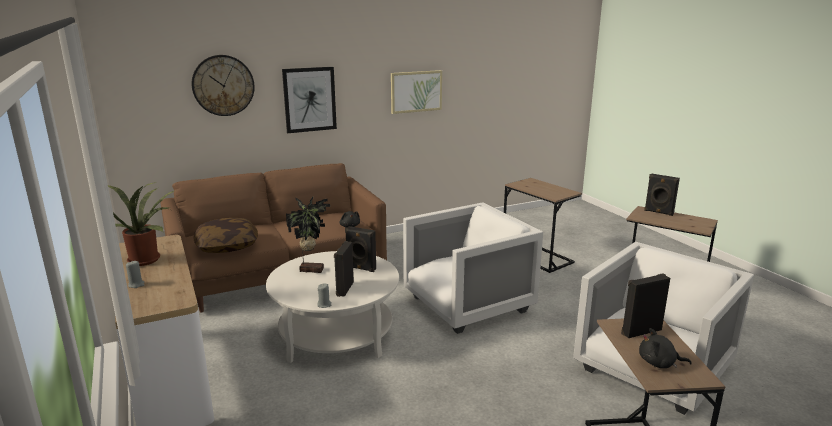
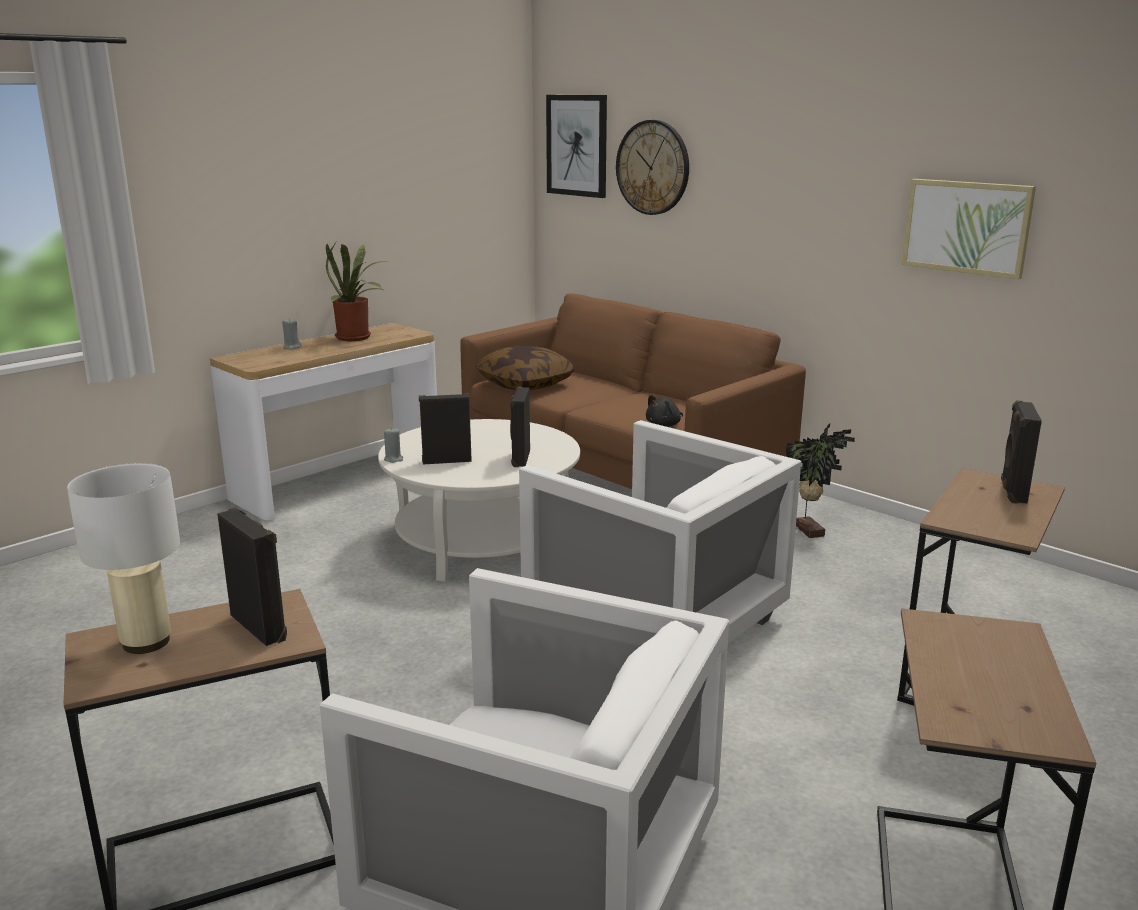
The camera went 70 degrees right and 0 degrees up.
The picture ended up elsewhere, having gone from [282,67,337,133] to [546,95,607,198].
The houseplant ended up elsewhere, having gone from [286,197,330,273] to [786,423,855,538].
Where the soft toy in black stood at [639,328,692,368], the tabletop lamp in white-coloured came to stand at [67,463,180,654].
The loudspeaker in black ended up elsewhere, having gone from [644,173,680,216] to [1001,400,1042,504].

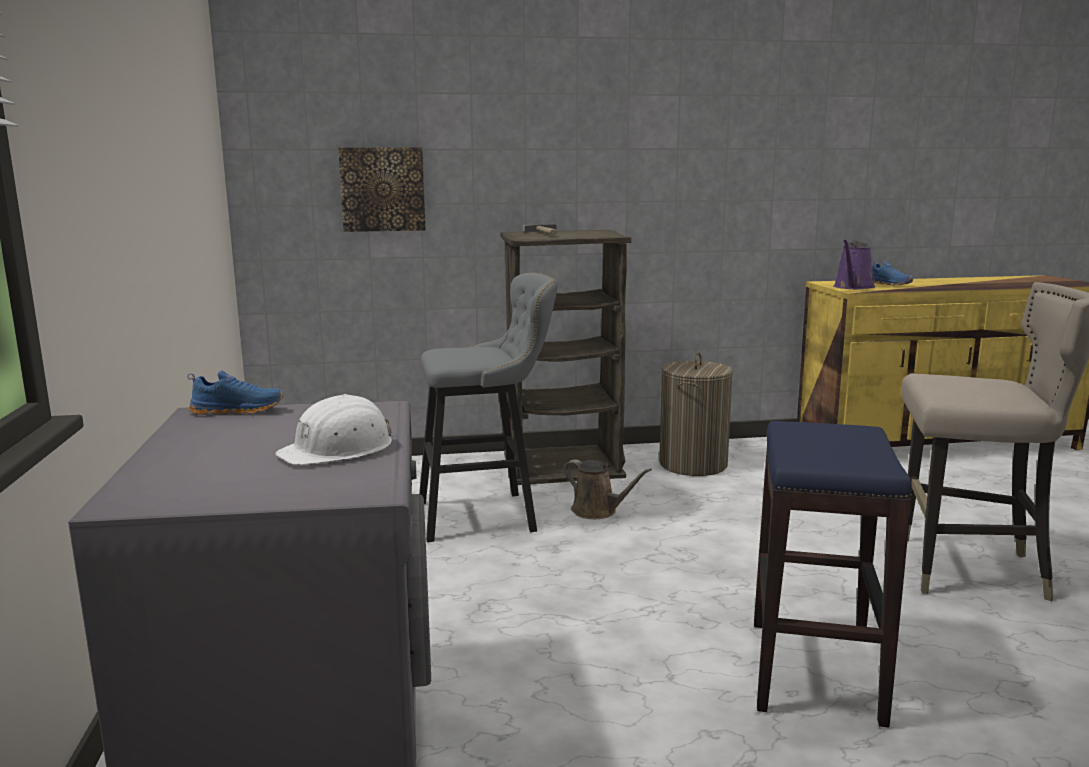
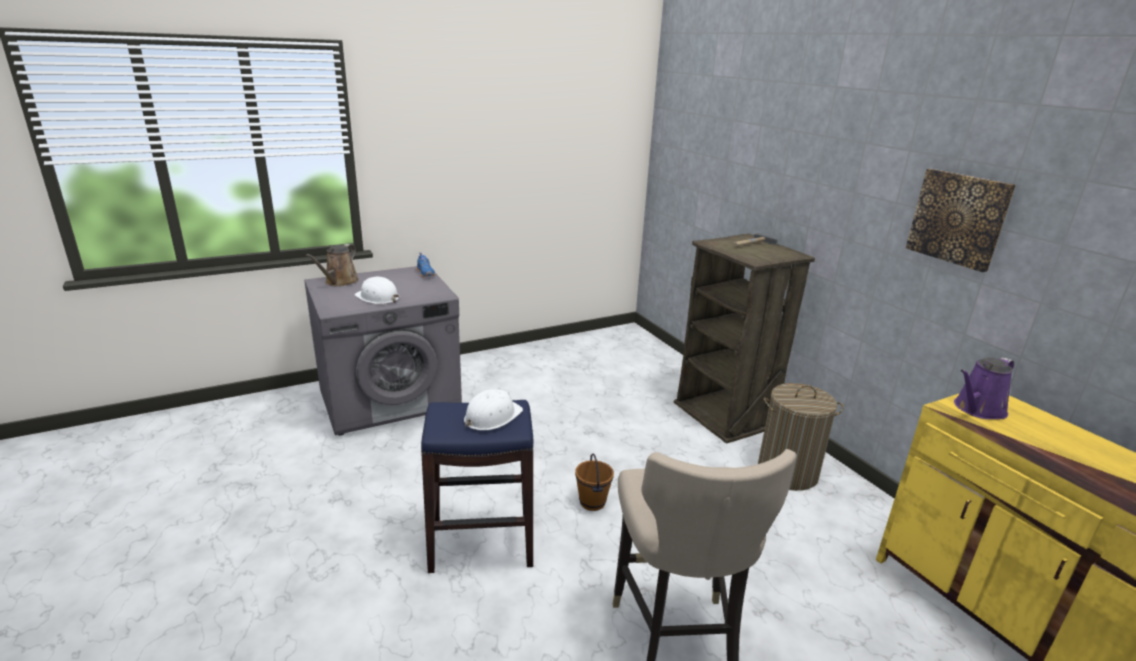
The camera went 70 degrees right and 10 degrees up.
The picture ended up elsewhere, having gone from [338,147,425,232] to [906,169,1016,272].
The second view lost the sitting stool in gray at [419,272,557,542].
The watering can in brownish ended up elsewhere, having gone from [563,459,652,519] to [306,244,359,287].
The watering can in purple-coloured at [833,240,875,289] ended up facing another way, 45 degrees counterclockwise from before.
The second view lost the low shoe in bluish at [872,261,913,286].
The second view gained the hard hat in white-coloured at [464,389,523,430].
The second view gained the pail in brownish at [575,453,614,511].

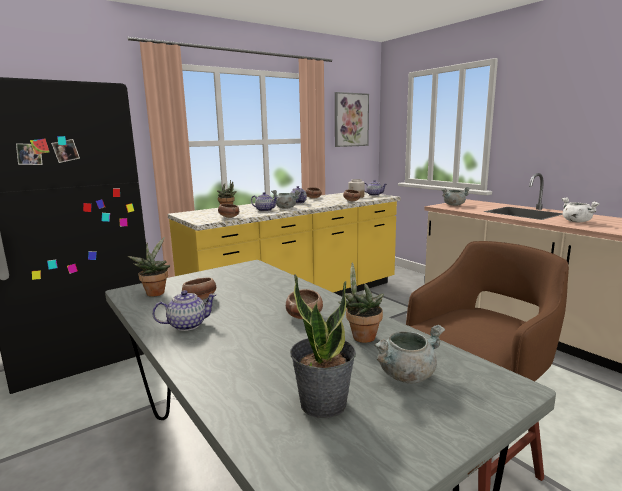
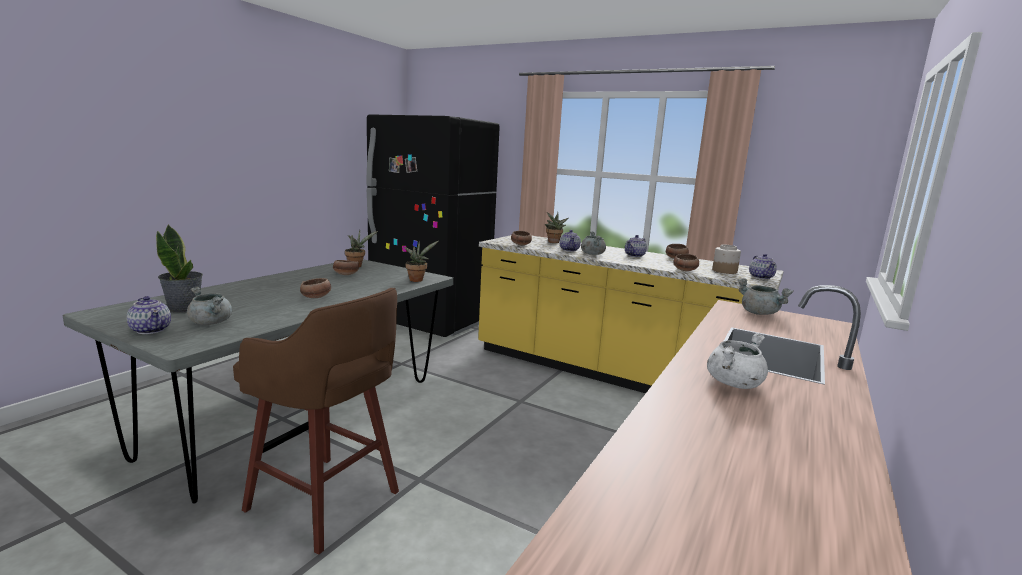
The camera went 65 degrees right and 0 degrees up.
The teapot ended up elsewhere, having gone from [152,290,217,331] to [127,296,171,334].
The second view lost the picture at [335,92,369,147].
The houseplant ended up elsewhere, having gone from [338,262,384,343] to [404,240,439,282].

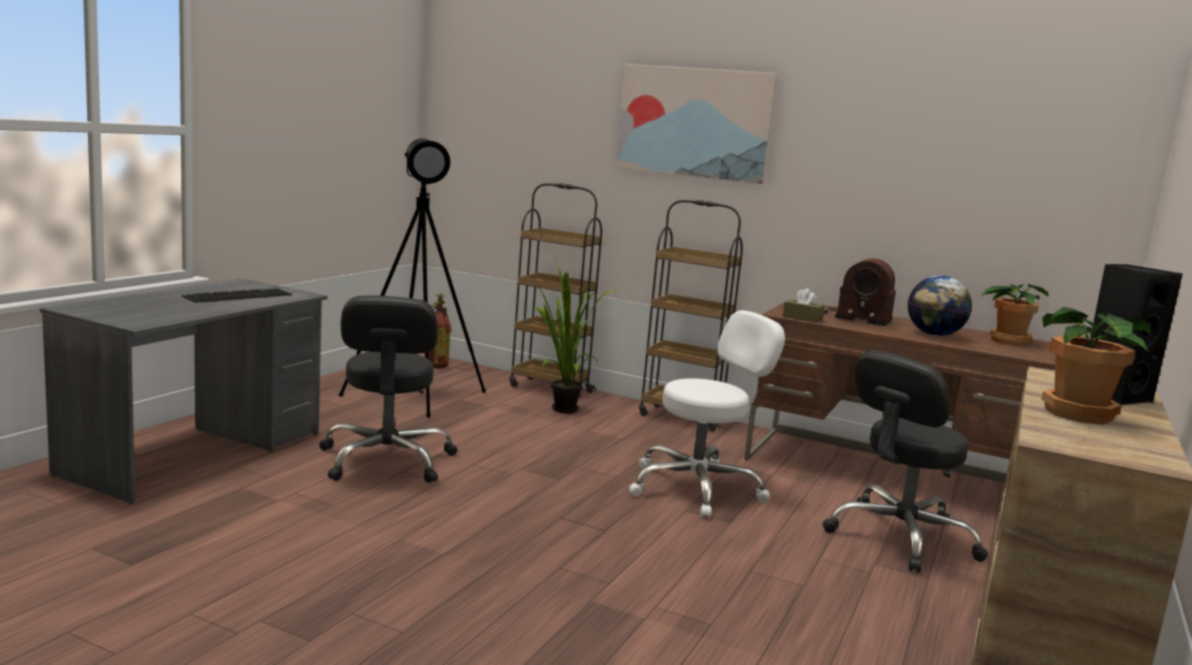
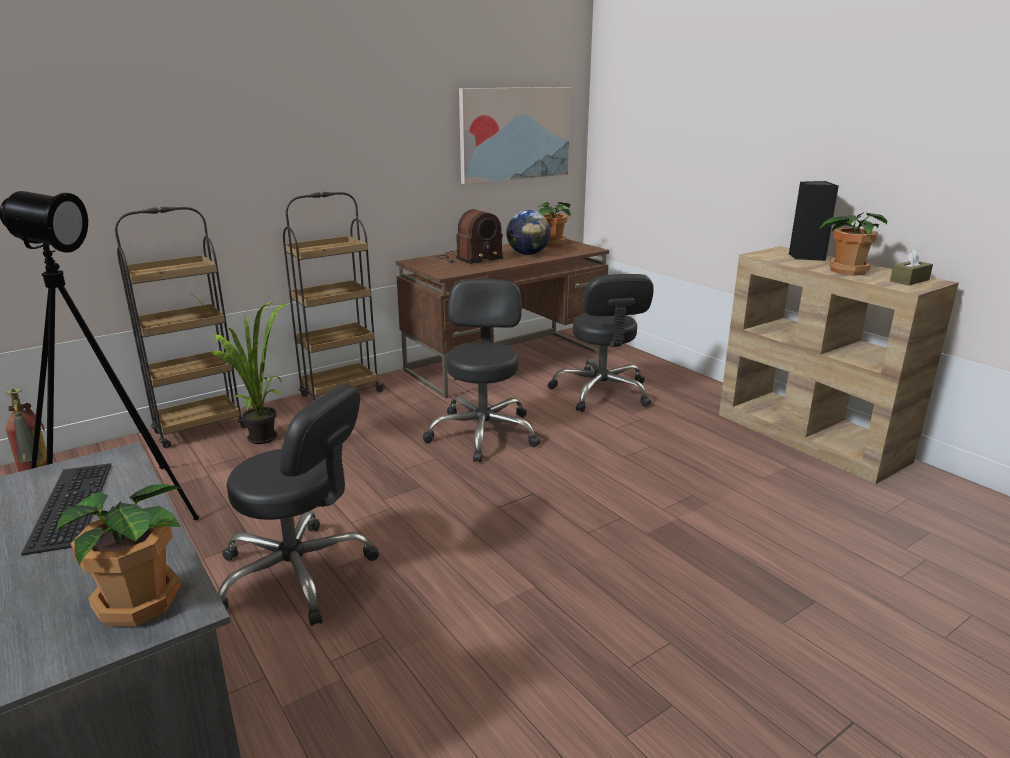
The camera went 60 degrees left and 10 degrees up.
The picture ended up elsewhere, having gone from [615,64,778,184] to [459,87,571,184].
What was the office chair in white-coloured at [629,310,785,518] turned into the office chair in black at [423,279,540,462].
The tissue holder in brownish ended up elsewhere, having gone from [783,288,825,323] to [890,248,933,285].
The second view gained the houseplant at [56,484,184,627].

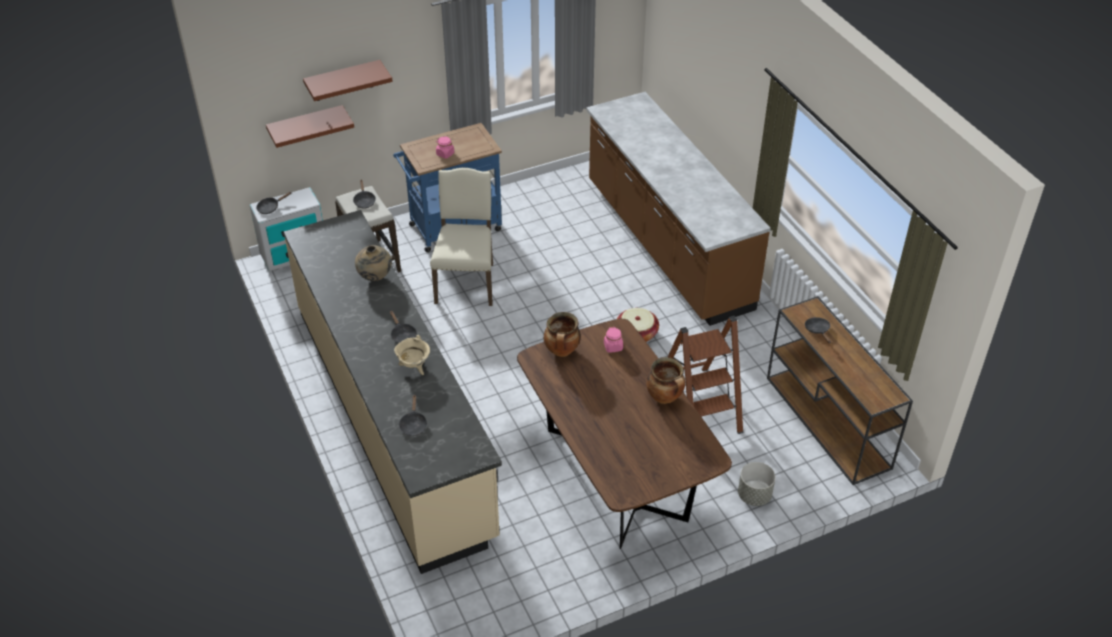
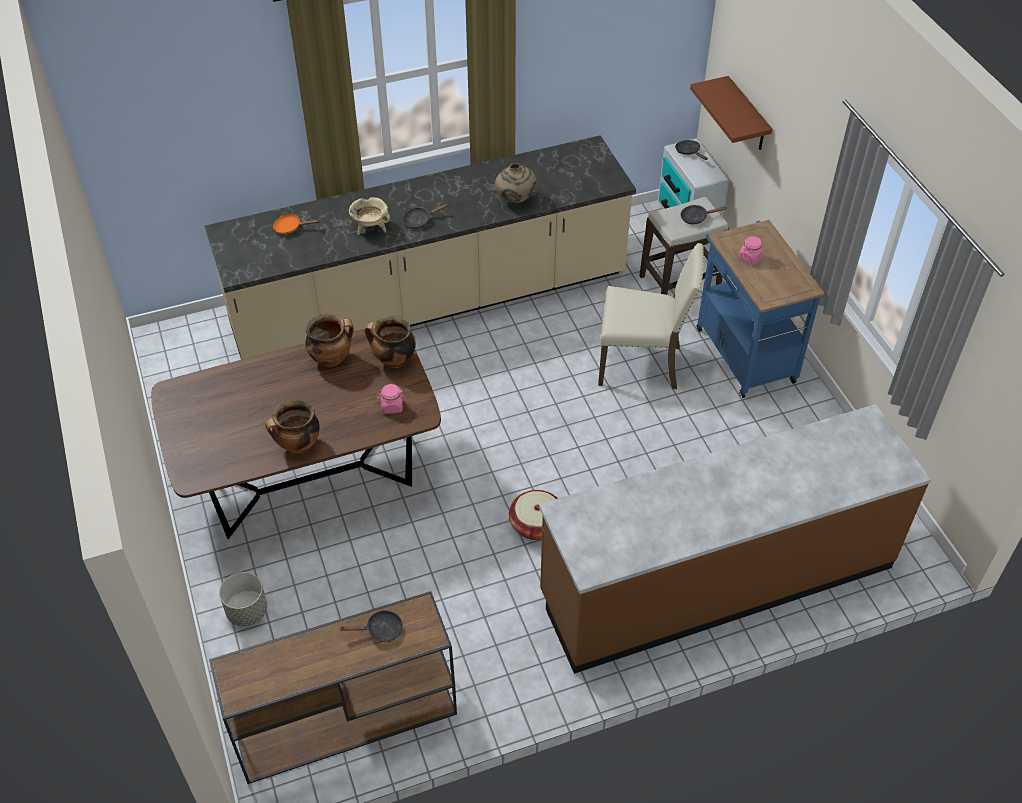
The camera went 95 degrees right and 5 degrees up.
The second view lost the bracket shelf in brownish at [303,60,393,101].
What was the frying pan in black at [399,394,428,436] turned into the frying pan in orangey at [273,214,320,234].
The second view lost the step ladder in brownish at [668,316,744,434].
The second view gained the saucepot at [306,314,354,367].

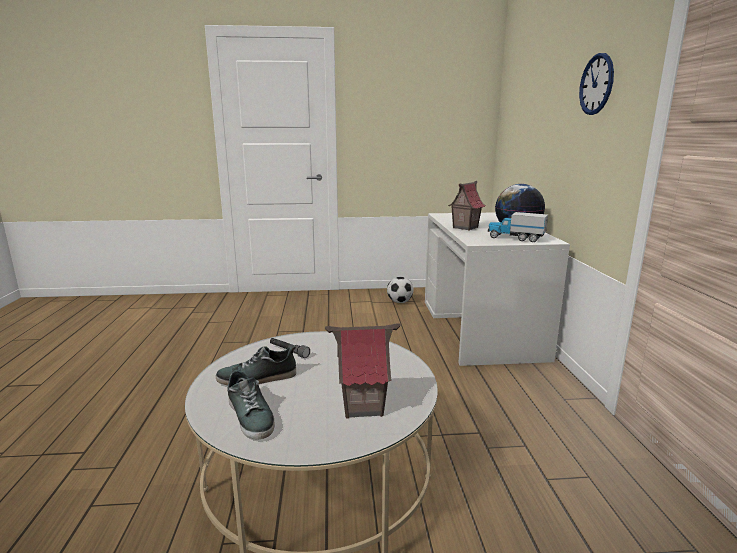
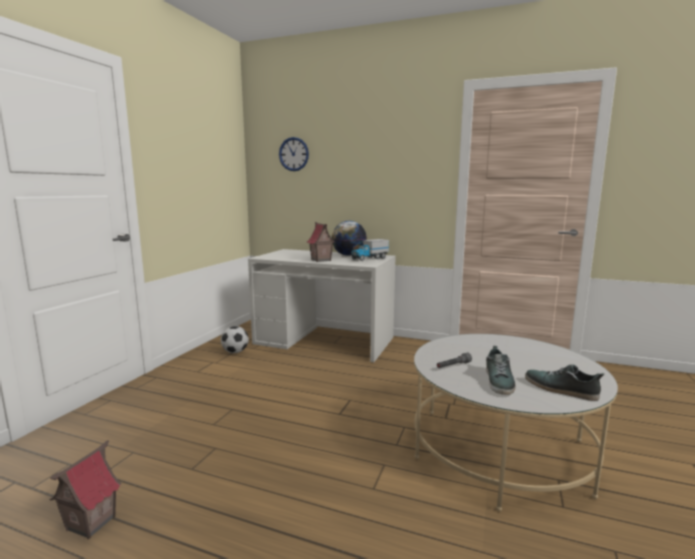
The camera went 65 degrees left and 5 degrees down.
The low shoe at [227,366,275,440] ended up facing another way, 135 degrees counterclockwise from before.
The miniature house ended up elsewhere, having gone from [325,323,400,419] to [49,440,122,539].
The wall clock ended up elsewhere, having gone from [579,53,614,115] to [279,137,309,171].

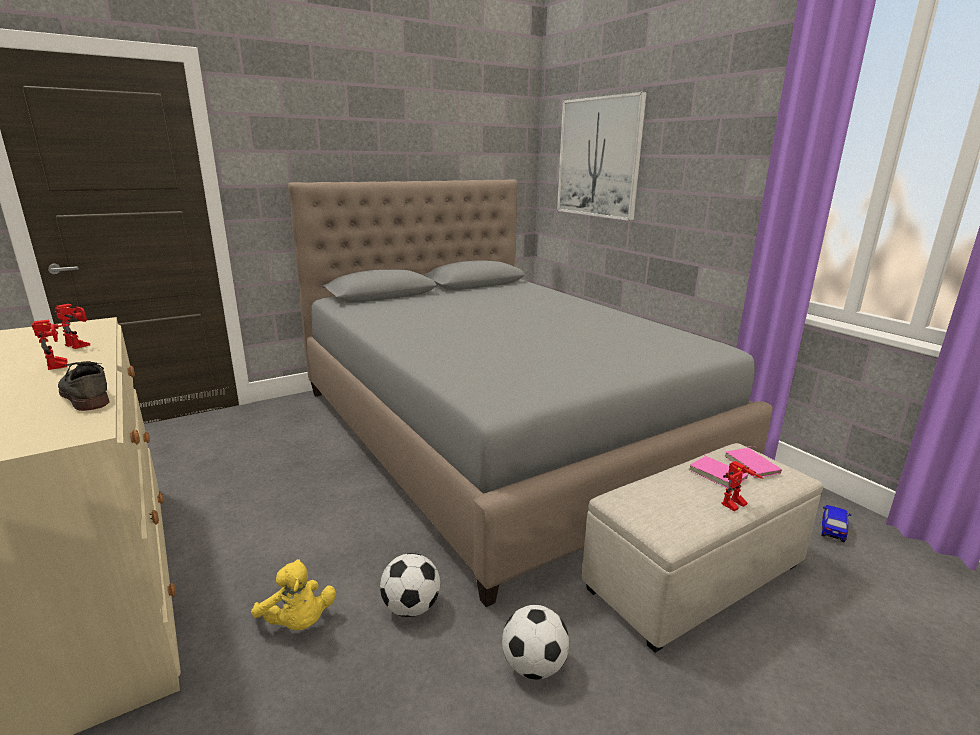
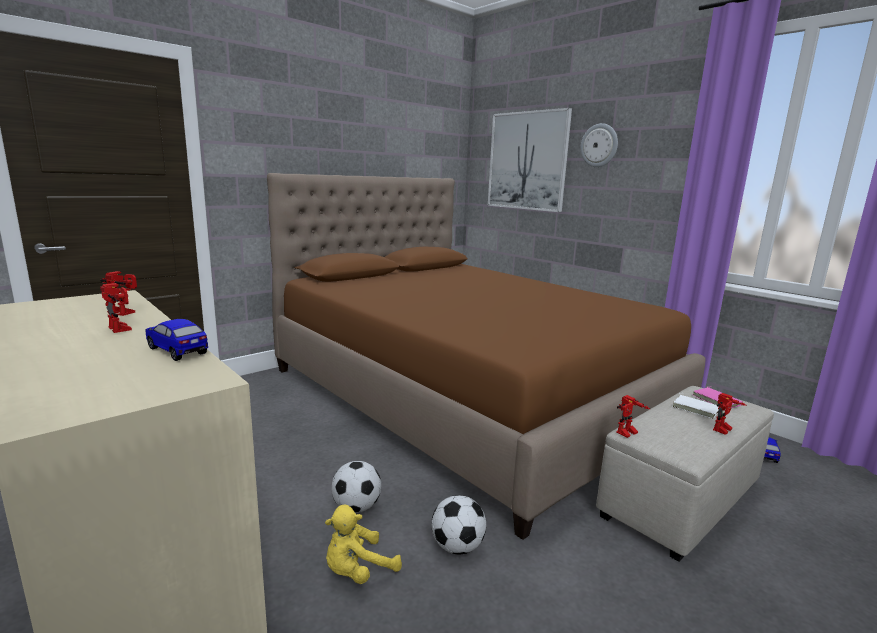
The camera went 10 degrees left and 5 degrees down.
Where the low shoe in gray stood at [58,361,110,411], the miniature car came to stand at [145,319,208,361].
The soft toy in yellowish at [251,559,336,630] ended up facing another way, 105 degrees clockwise from before.
What was the bed in gray at [288,179,773,607] turned into the bed in brownish at [267,173,706,540].
The ball for football ended up elsewhere, having gone from [502,605,569,680] to [332,461,381,513].
What was the volume in pinkish at [689,453,748,488] turned into the volume in white-coloured at [672,393,719,419].
The second view gained the wall clock at [580,123,618,167].
The second view gained the robot figure at [616,395,650,438].

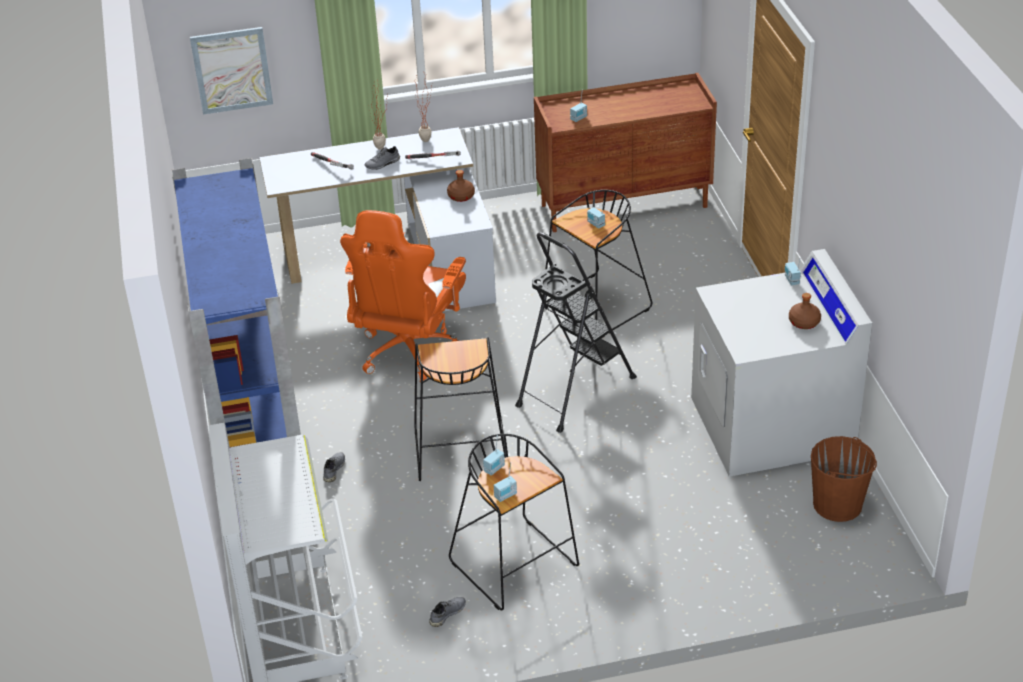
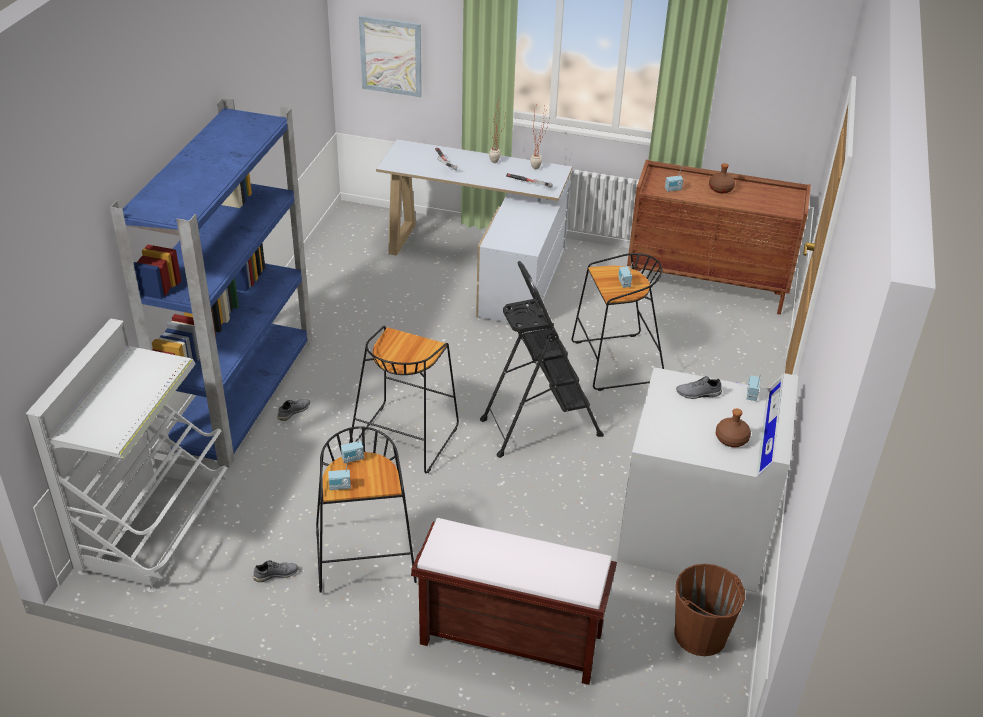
The camera went 25 degrees right and 0 degrees up.
The second view lost the office chair in orangey at [340,210,466,382].
The low shoe in gray ended up elsewhere, having gone from [365,146,400,170] to [676,376,722,399].
The drink bottle in brownish ended up elsewhere, having gone from [447,170,475,202] to [709,163,735,193].
The second view gained the indoor bench in brownish at [411,518,617,685].

